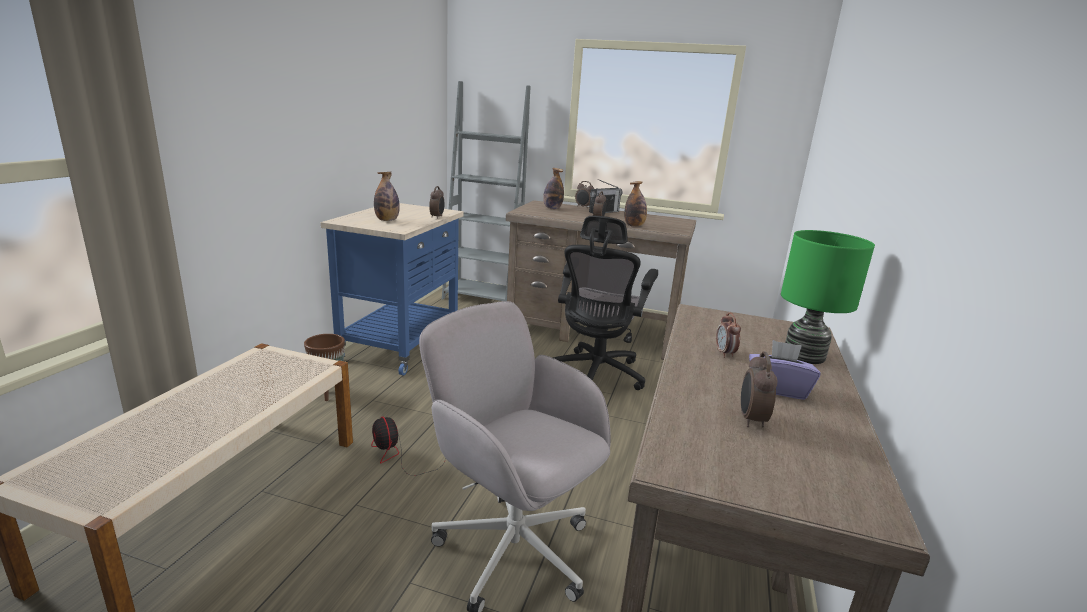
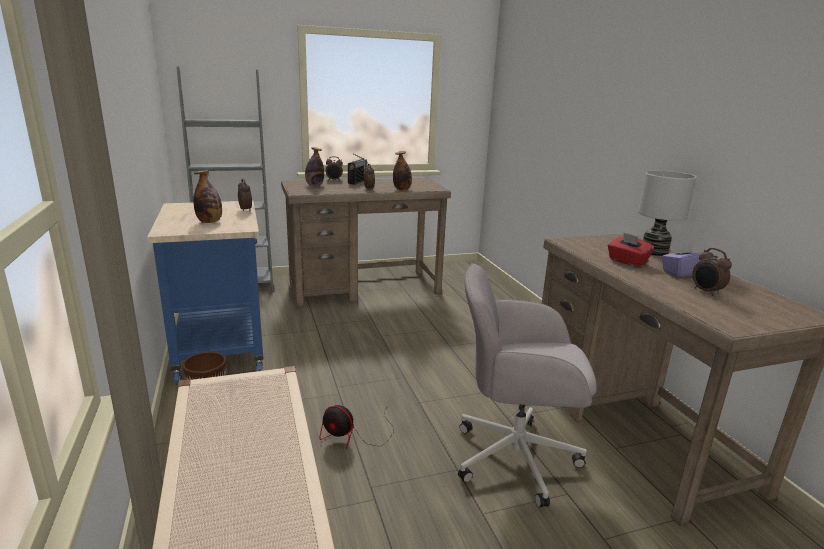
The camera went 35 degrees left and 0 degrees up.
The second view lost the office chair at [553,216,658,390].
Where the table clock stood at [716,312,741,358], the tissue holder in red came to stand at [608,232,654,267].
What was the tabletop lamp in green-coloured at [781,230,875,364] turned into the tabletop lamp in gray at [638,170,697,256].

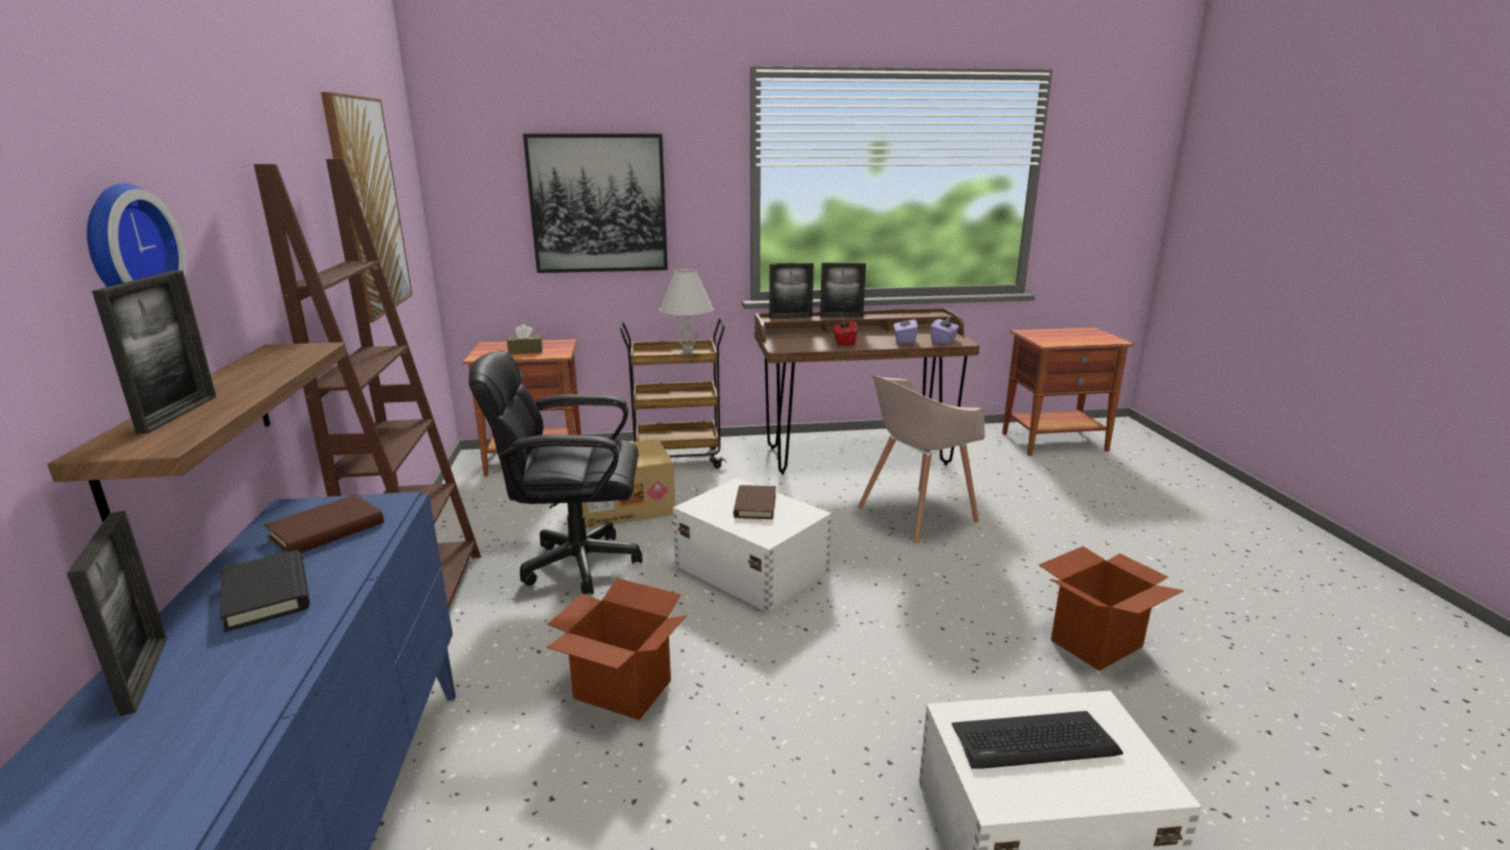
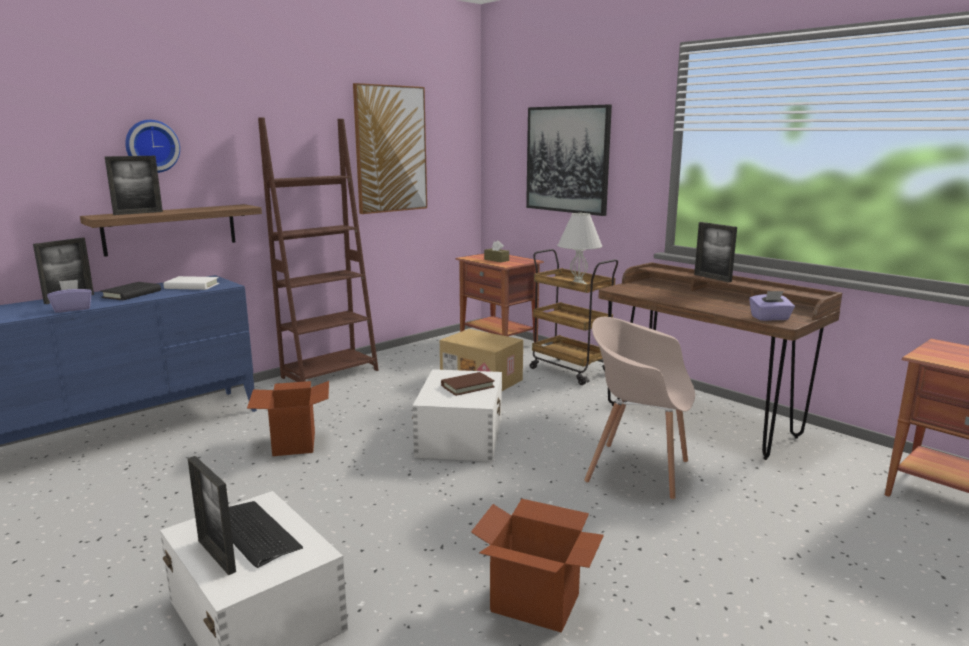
The camera went 55 degrees right and 5 degrees down.
What was the volume in brownish at [264,494,384,553] turned into the volume in white-coloured at [164,276,219,290].
The second view lost the office chair in black at [469,351,642,595].
The photo frame ended up elsewhere, having gone from [769,263,814,319] to [188,456,236,575].
The second view lost the tissue holder in red at [833,317,858,346].
The tissue holder in purple-coloured ended up elsewhere, having gone from [894,316,918,344] to [47,279,92,313].

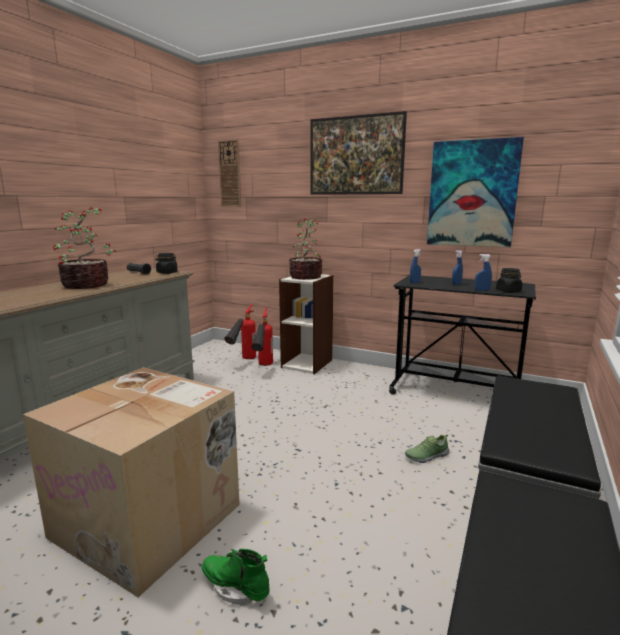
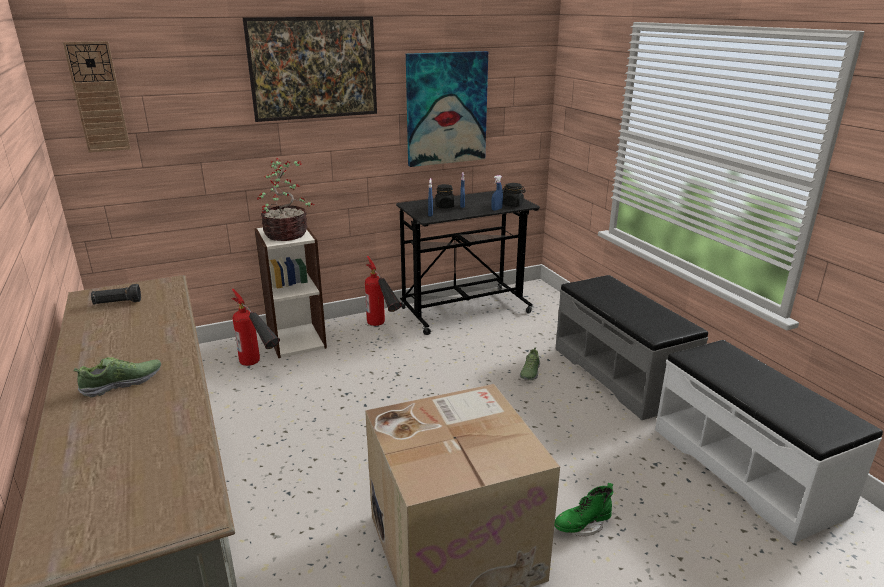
The camera went 50 degrees left and 10 degrees up.
The second view lost the houseplant at [53,207,117,289].
The preserve jar in black ended up elsewhere, having gone from [155,253,178,274] to [435,184,454,208].
The fire-fighting cylinder ended up elsewhere, having gone from [224,304,256,359] to [365,256,402,326].
The second view gained the low shoe at [73,357,161,397].

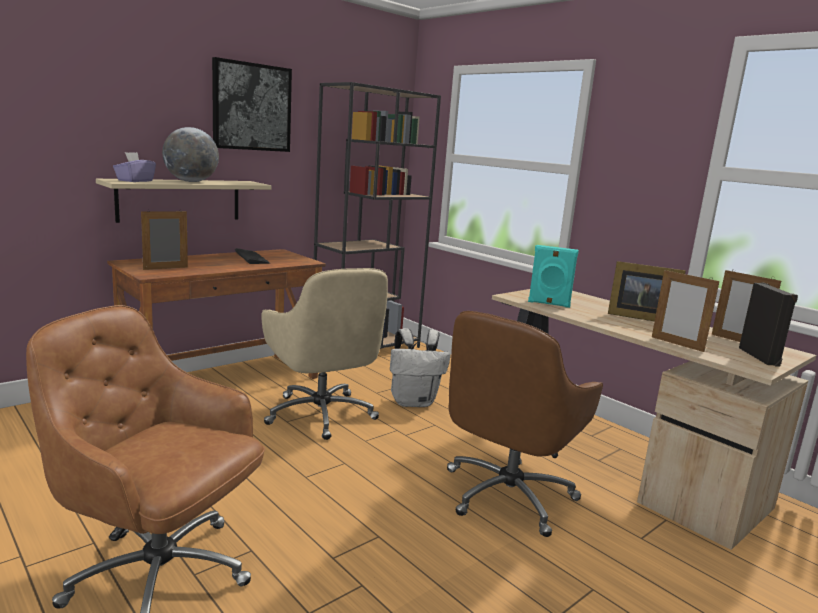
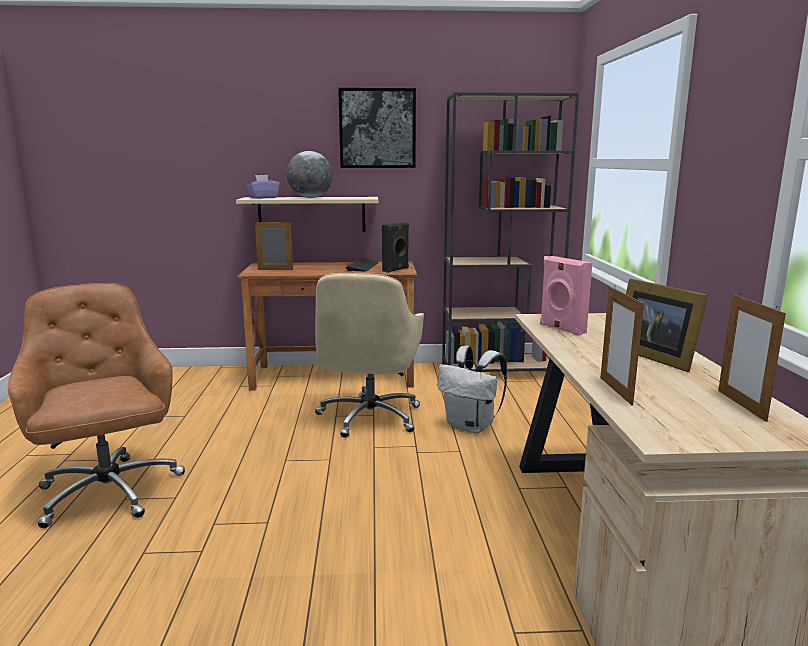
The camera went 40 degrees right and 0 degrees up.
The second view lost the office chair in brownish at [447,311,603,537].
What was the loudspeaker in turquoise at [528,245,579,308] turned into the loudspeaker in pinkish at [540,256,592,336].
The loudspeaker in black ended up elsewhere, having gone from [739,282,798,367] to [382,222,409,273].

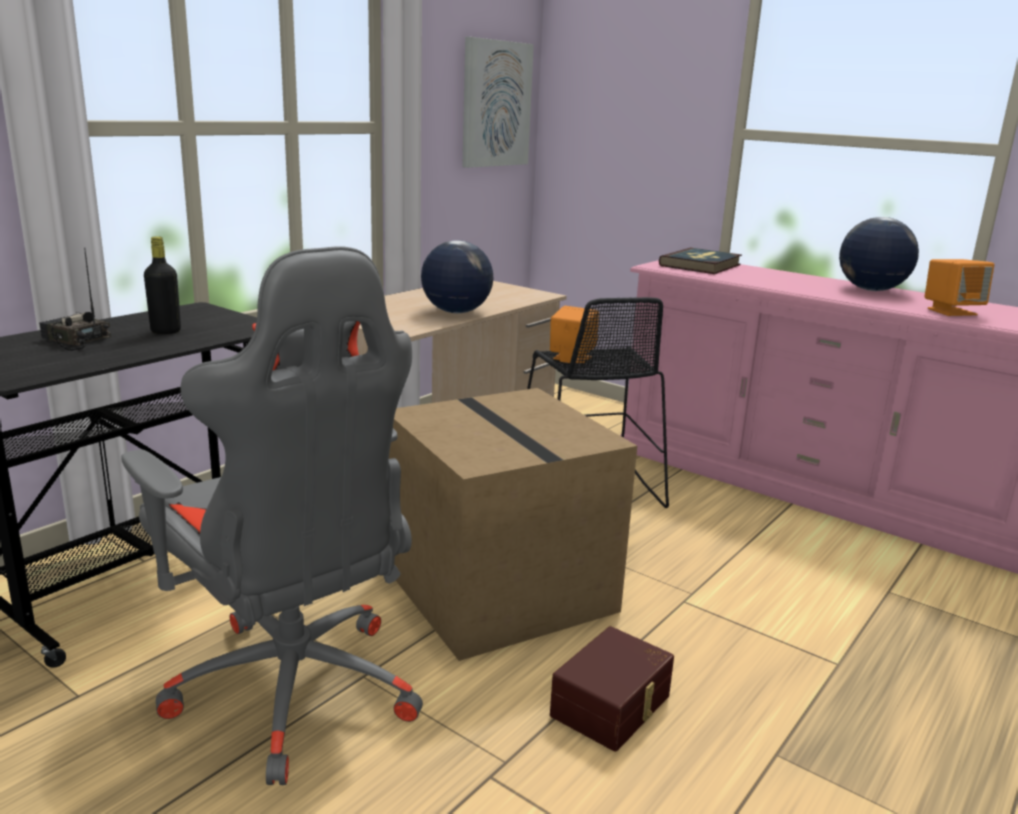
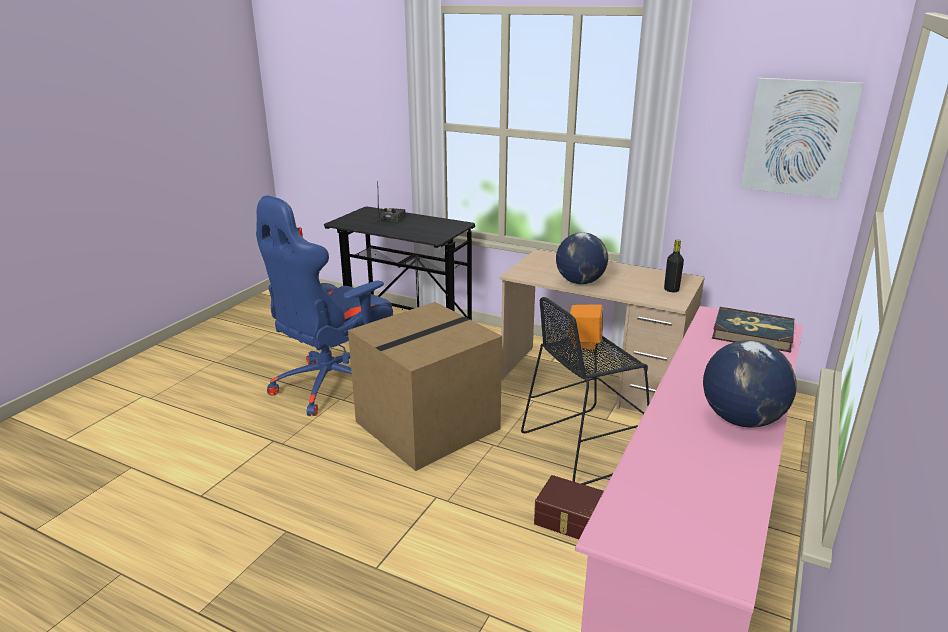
The camera went 80 degrees right and 5 degrees up.
What was the office chair in gray at [121,246,423,785] turned into the office chair in bluish at [256,196,393,416].
The drink bottle in black ended up elsewhere, having gone from [144,236,181,334] to [664,239,684,292].
The storage bin in brownish ended up elsewhere, having gone from [550,626,674,752] to [534,475,604,539].
The second view lost the loudspeaker in orangey at [925,259,994,316].

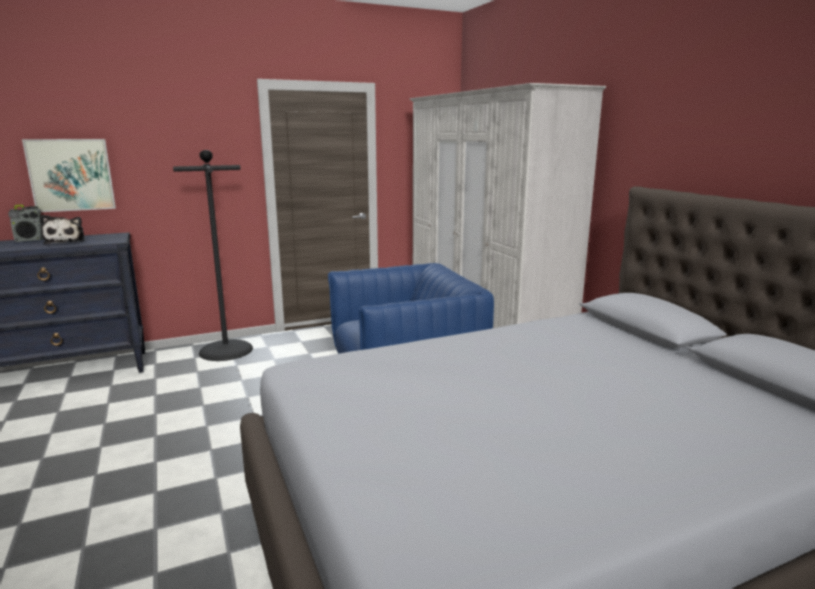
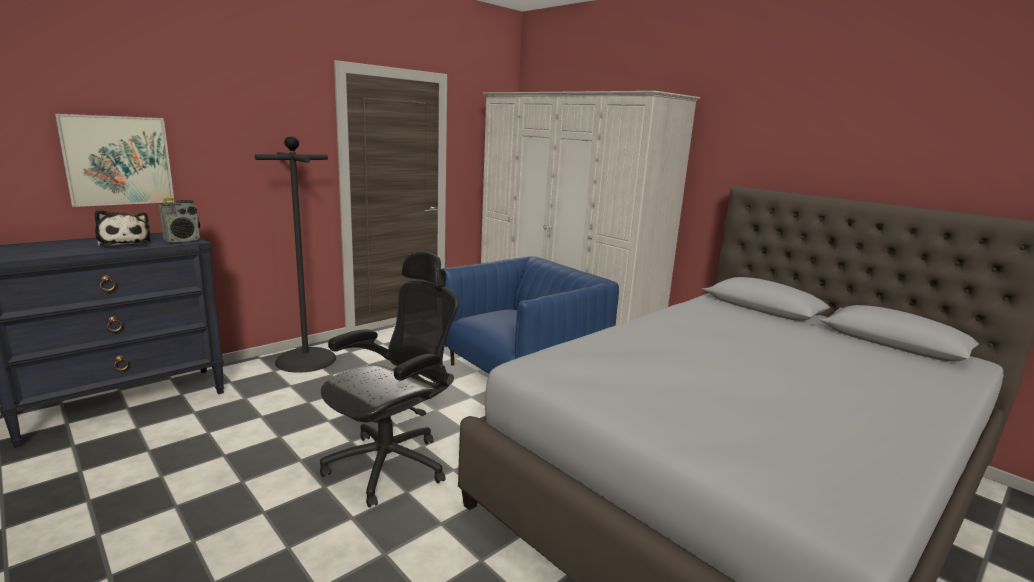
The camera went 20 degrees left and 0 degrees up.
The radio set ended up elsewhere, having gone from [8,205,43,242] to [159,198,200,243].
The second view gained the office chair at [320,252,459,508].

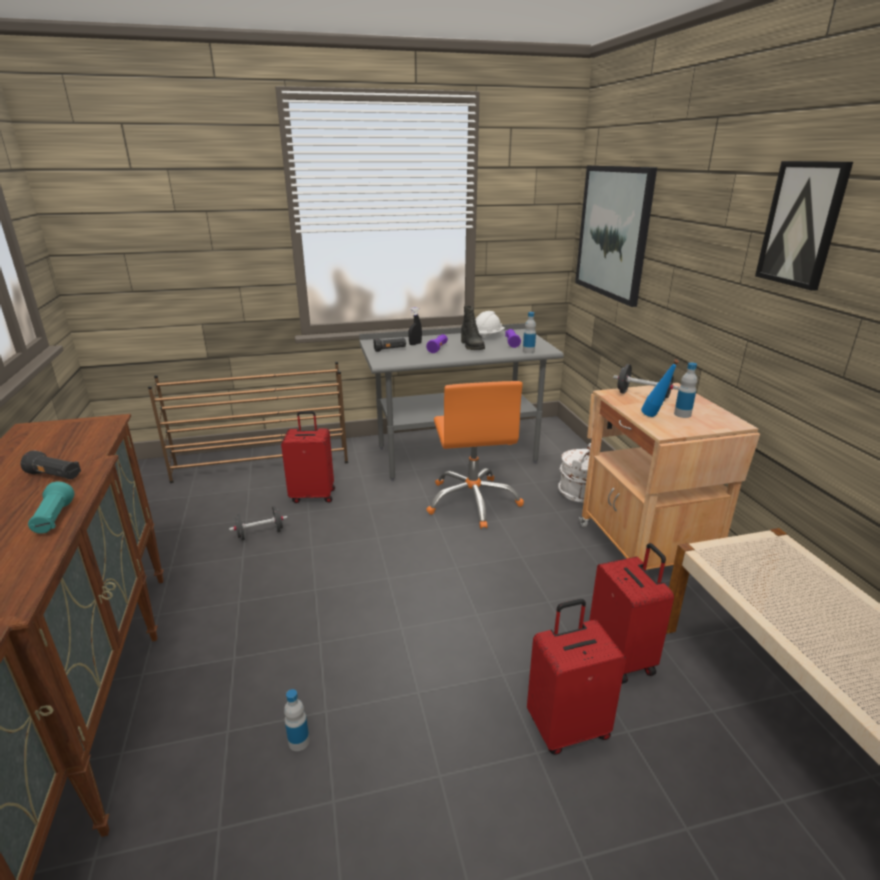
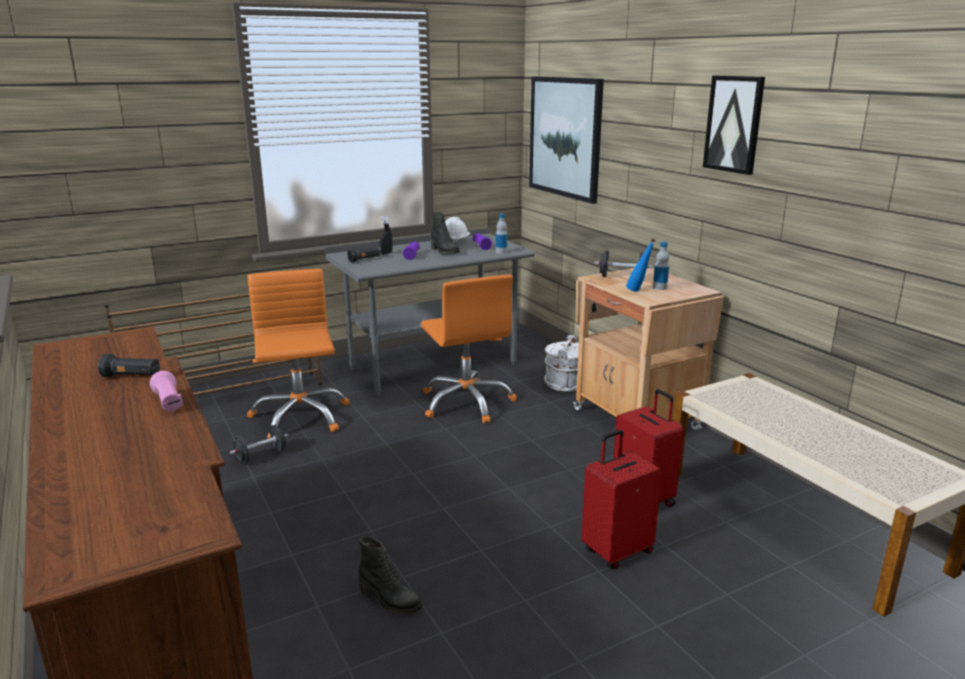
The camera went 15 degrees left and 5 degrees down.
What was the torch in turquoise at [28,482,74,534] turned into the torch in pinkish at [150,371,183,411].
Where the piece of luggage in red stood at [281,411,335,503], the office chair in orangey came to stand at [247,269,350,439].
Where the drink bottle stood at [284,689,310,751], the boot in black came to stand at [359,537,423,614].

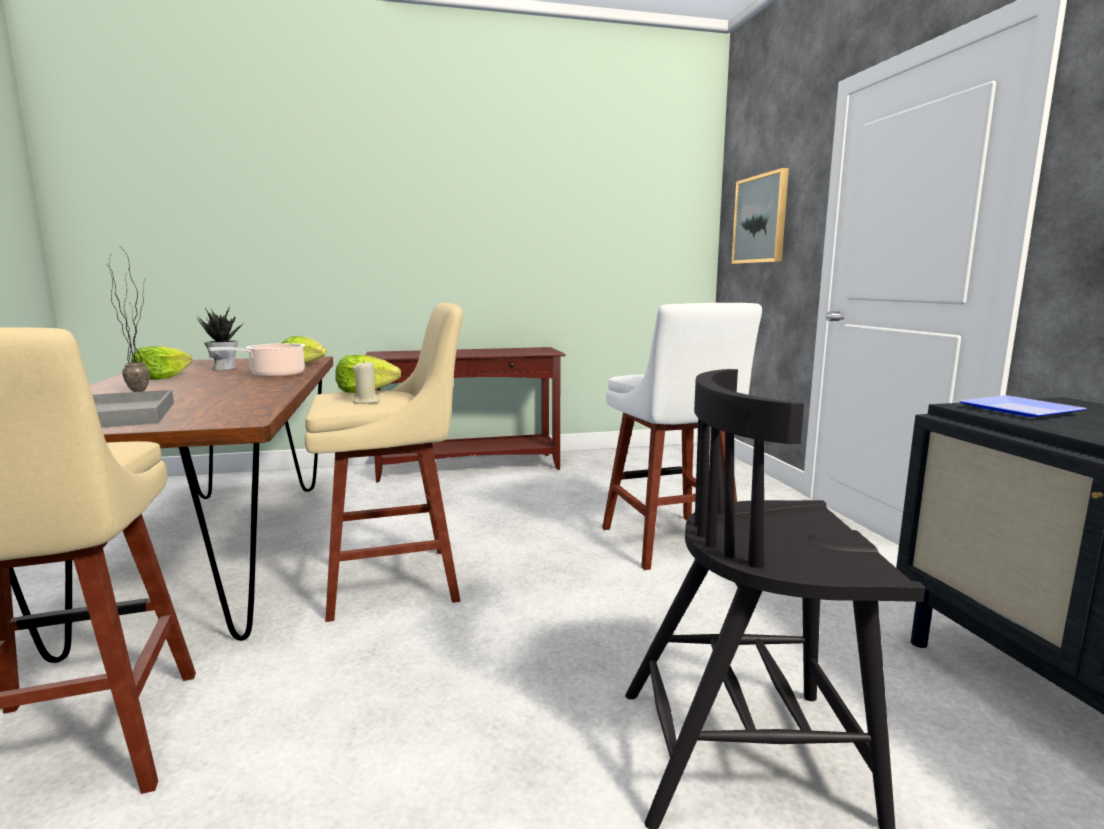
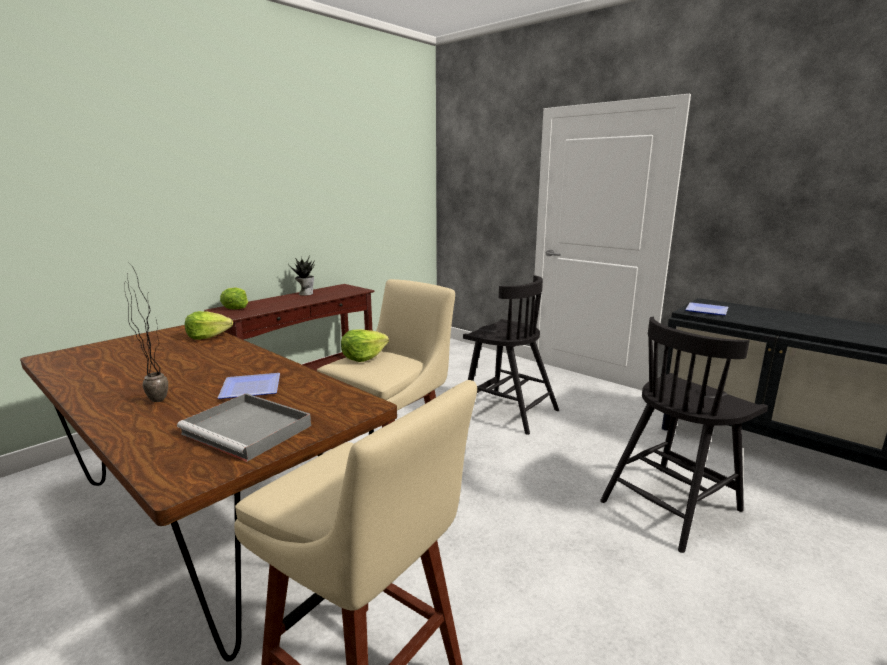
The camera went 35 degrees left and 5 degrees up.
The head of lettuce ended up elsewhere, having gone from [131,346,192,380] to [220,287,248,309].
The houseplant ended up elsewhere, having gone from [197,307,245,370] to [288,255,315,296].
The second view lost the saucepot at [208,343,306,378].
The second view lost the candle in sand-coloured at [353,360,380,404].
Where the sitting stool in white-coloured stood at [602,303,762,570], the chair in black came to stand at [463,275,559,435].
The second view lost the picture at [731,168,789,264].
The second view gained the flat dish at [218,373,280,399].

